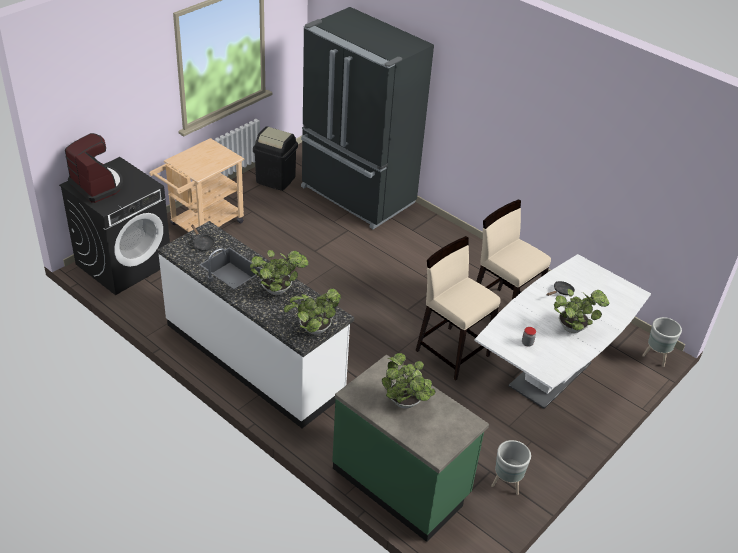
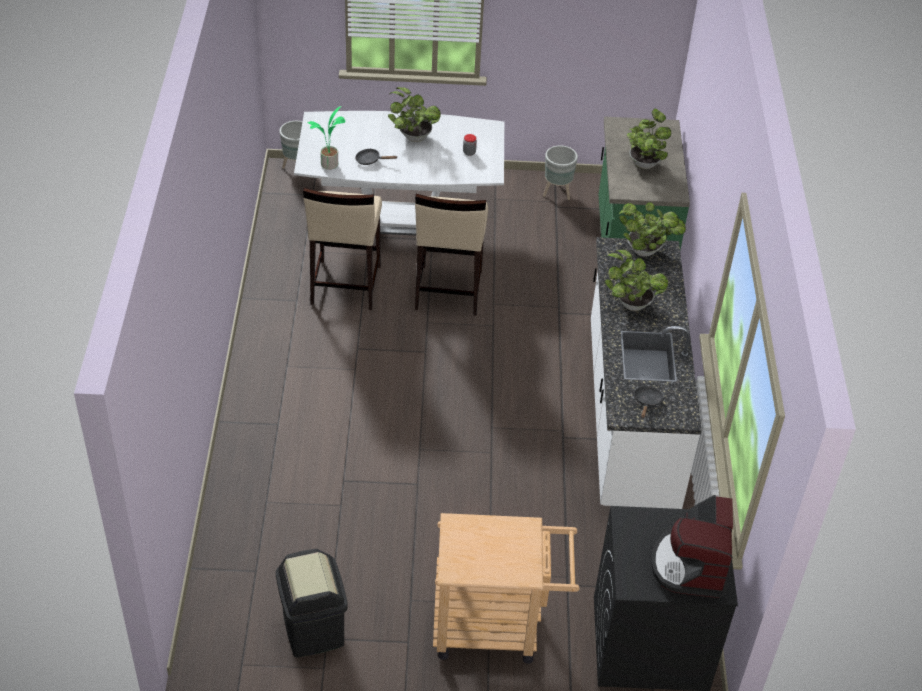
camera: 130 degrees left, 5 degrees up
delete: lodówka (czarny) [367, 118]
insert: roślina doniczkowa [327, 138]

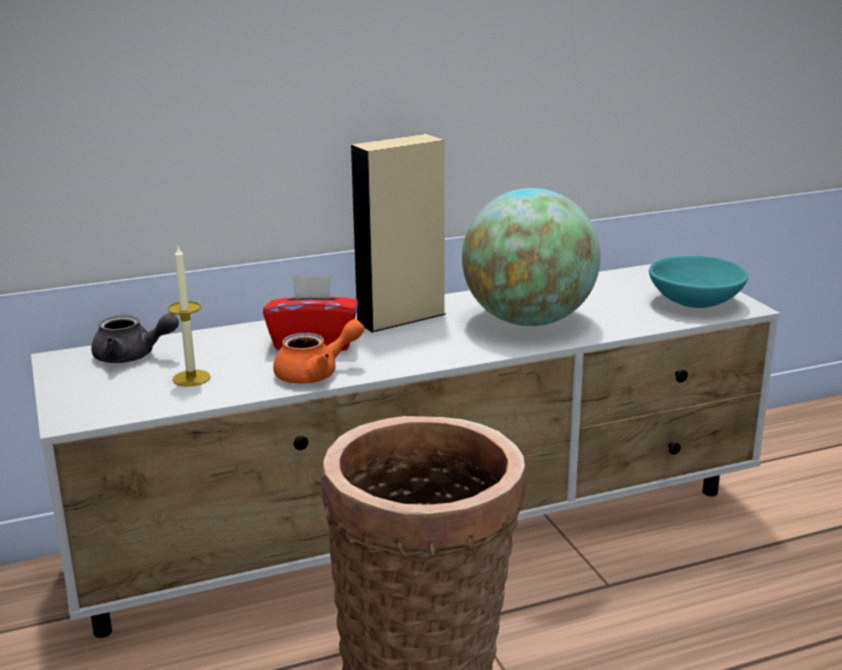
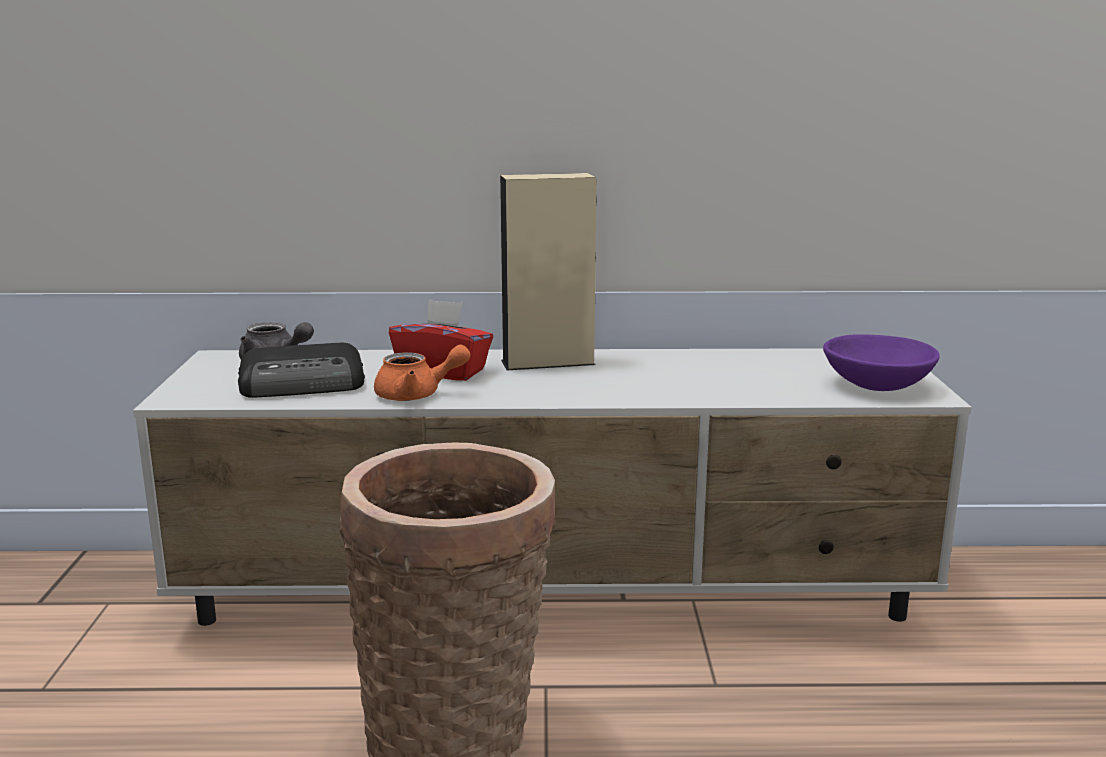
camera: 20 degrees right, 5 degrees down
delete: globus [531, 257]
replace: świeca [189, 316] to radio [301, 370]
recolor: miska (turkusowy) [698, 282] to miska (fioletowy) [881, 362]

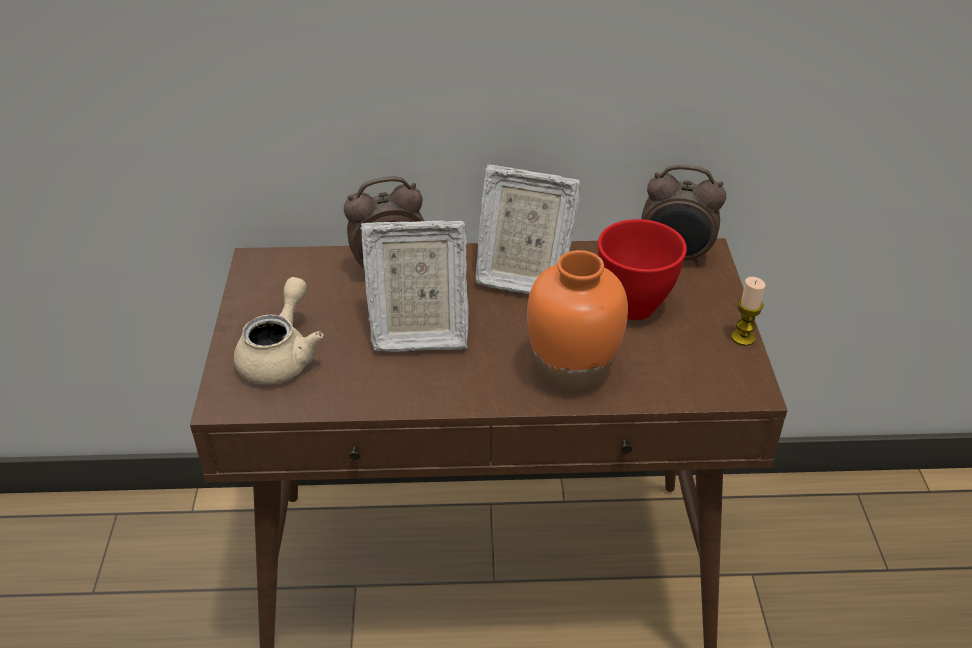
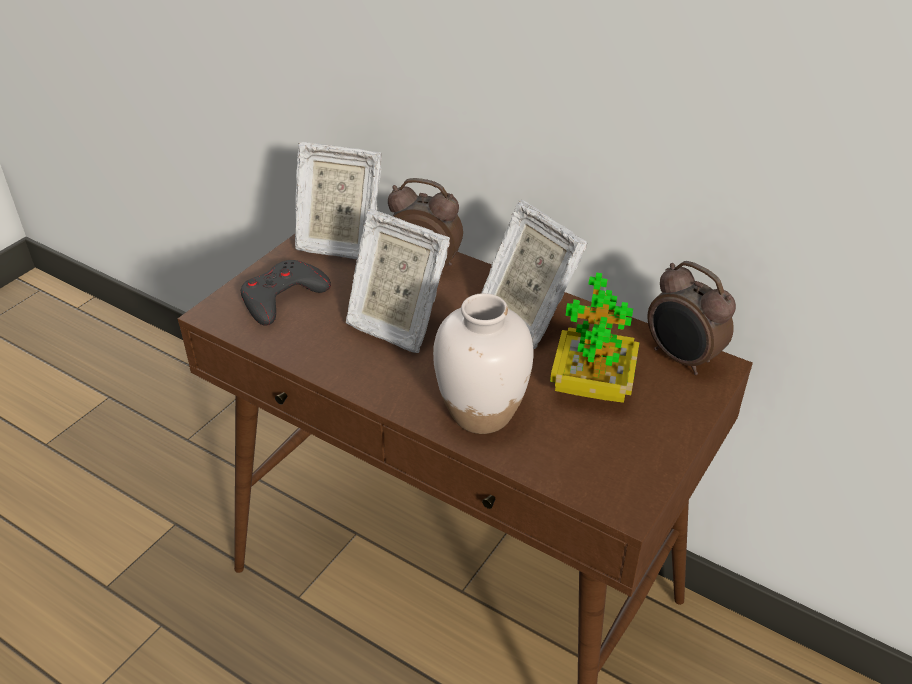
camera: 35 degrees right, 0 degrees up
delete: świeca [748, 311]
insert: ramka na zdjęcie [338, 200]
replace: imbryk (beżowy) [279, 331] to pad do gier (szary) [286, 293]; miska (czerwony) [642, 269] to roślina doniczkowa [595, 338]
recolor: wazon (pomarańczowy) [577, 321] to wazon (biały) [483, 363]

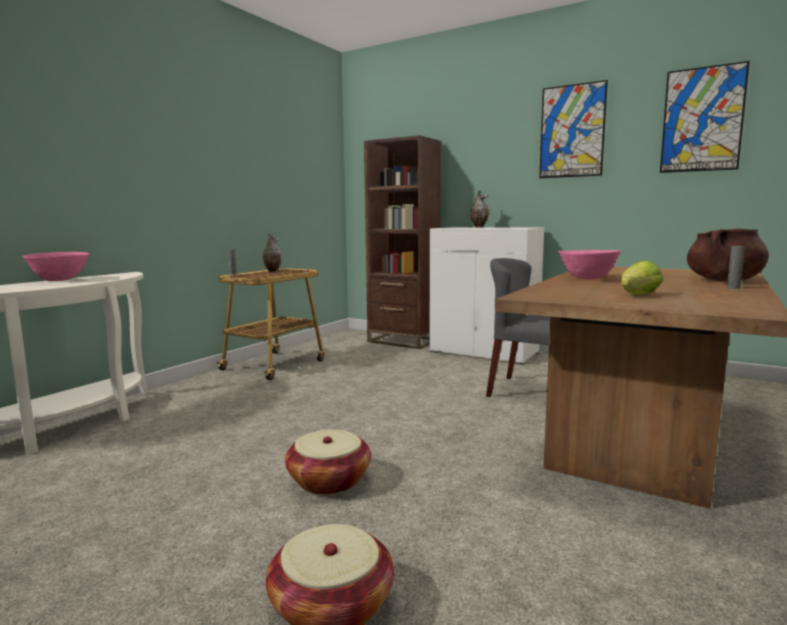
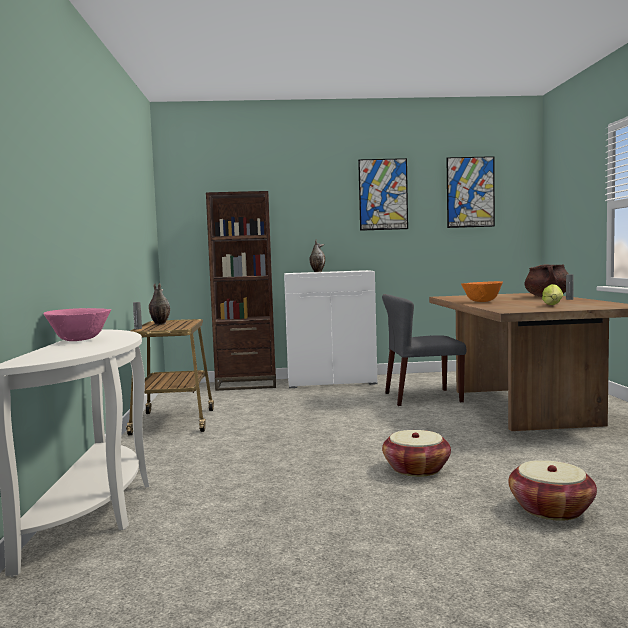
camera: 35 degrees left, 5 degrees down
recolor: miska (różowy) [589, 264] to miska (pomarańczowy) [482, 291]

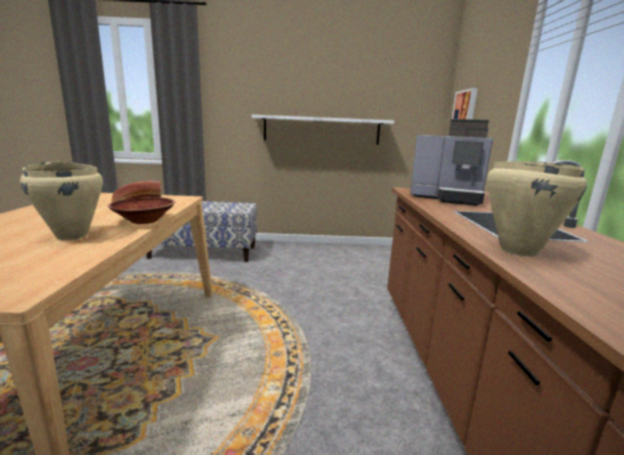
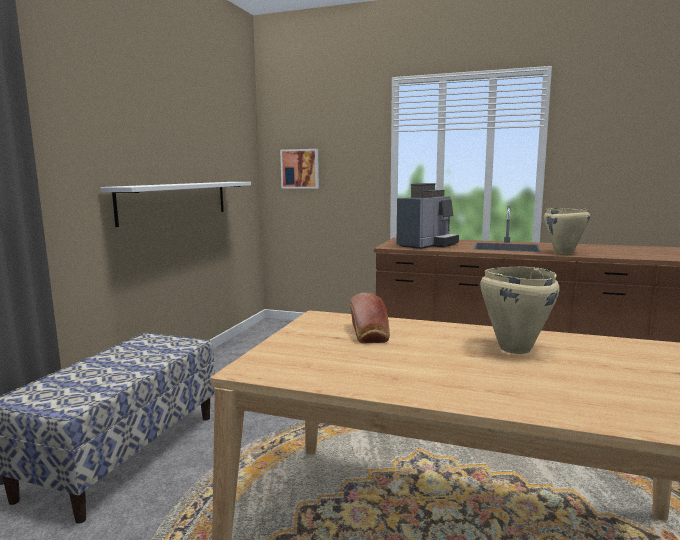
camera: 70 degrees left, 5 degrees down
delete: miska (brązowy) [141, 210]

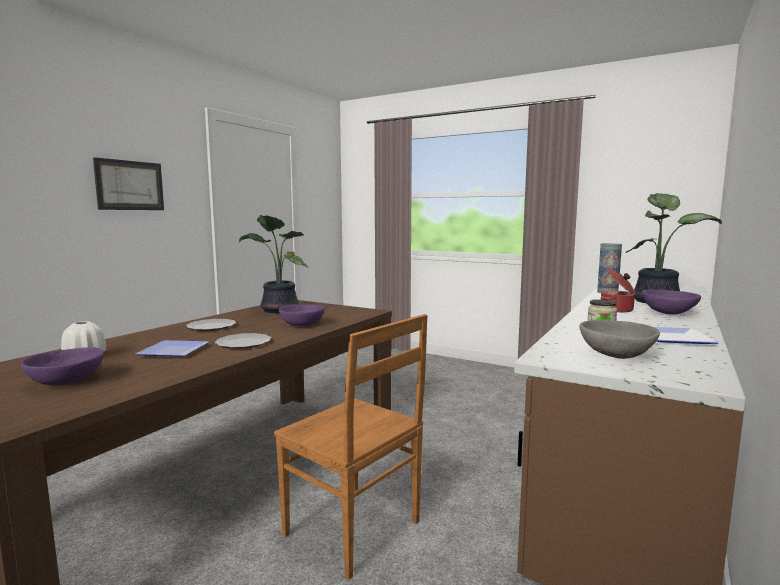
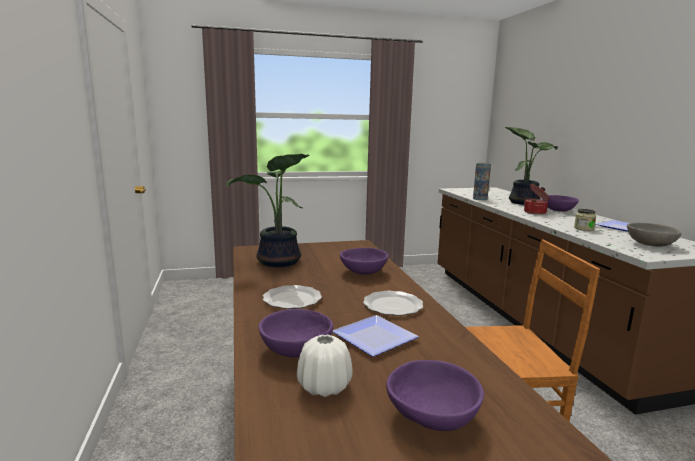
camera: 45 degrees left, 5 degrees up
delete: obraz [128, 183]
insert: miska (fioletowy) [296, 333]

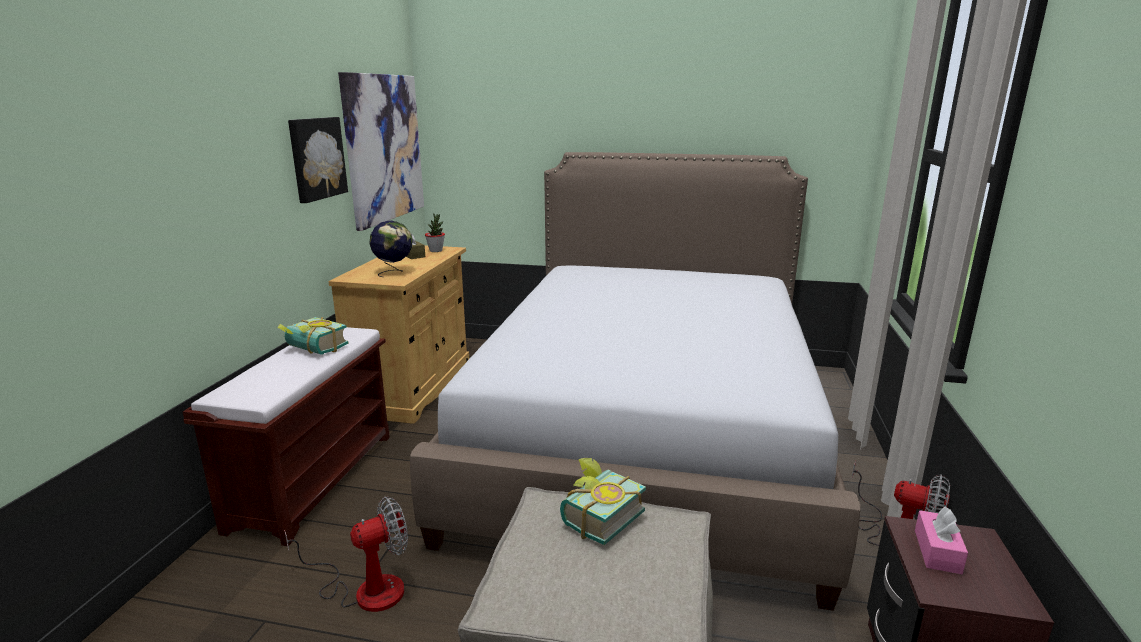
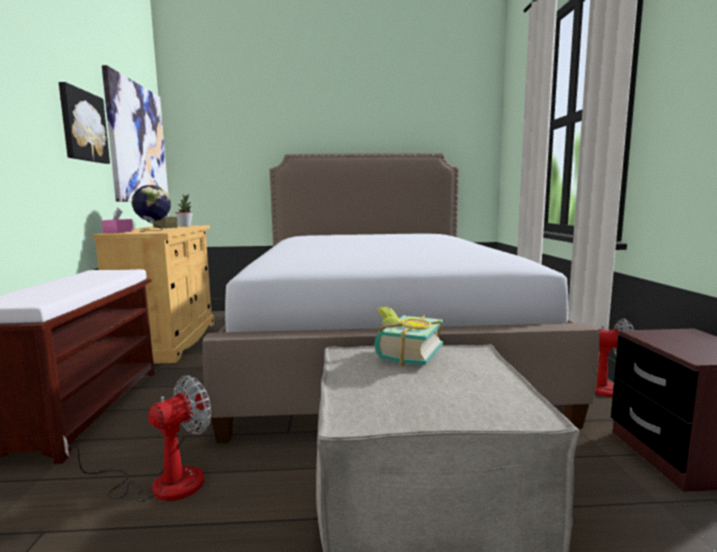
camera: 15 degrees left, 10 degrees down
delete: książka [313, 336]
move: pudełko chusteczek (różowy) [941, 540] to [117, 220]

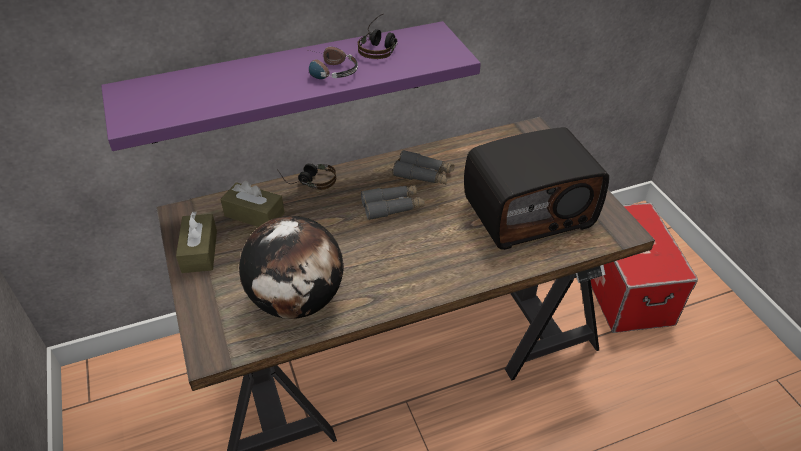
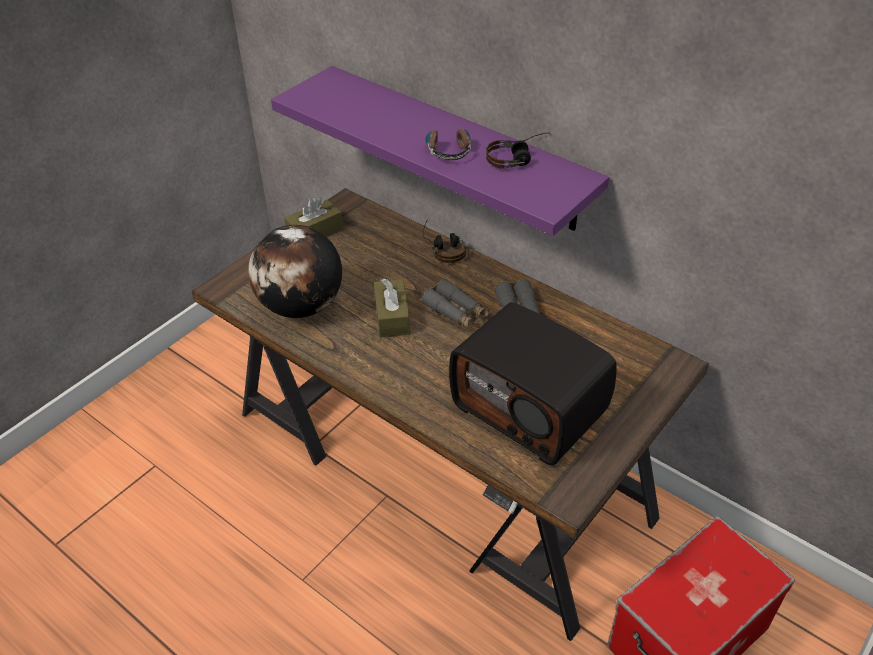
camera: 60 degrees right, 0 degrees up
move: pudełko chusteczek (brązowy) [252, 204] to [392, 308]

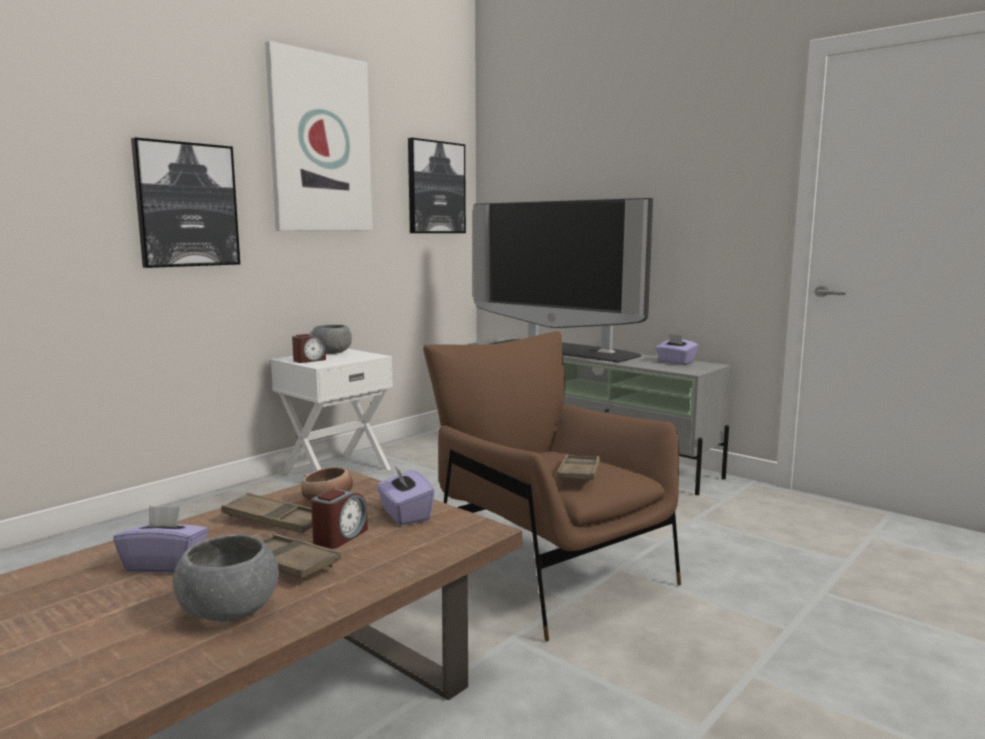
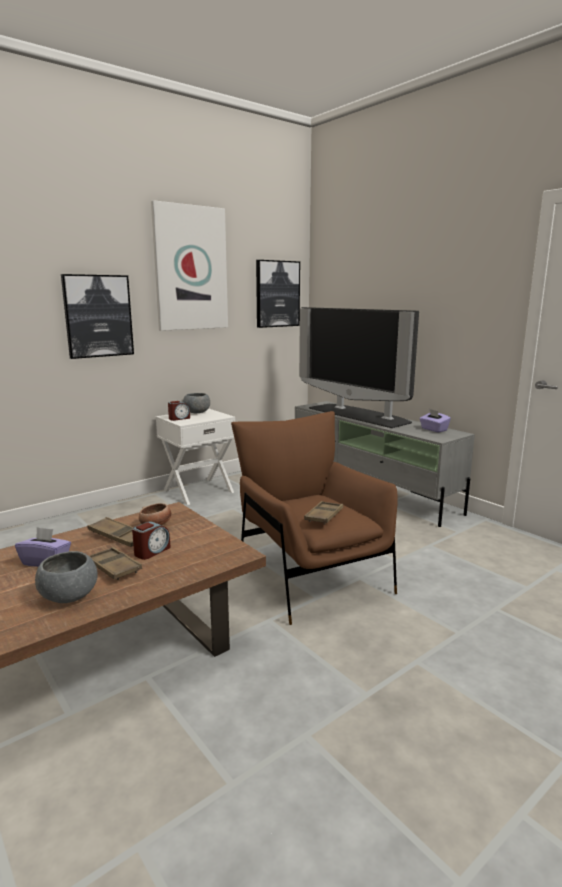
camera: 10 degrees right, 5 degrees up
delete: pudełko chusteczek (fioletowy) [406, 495]

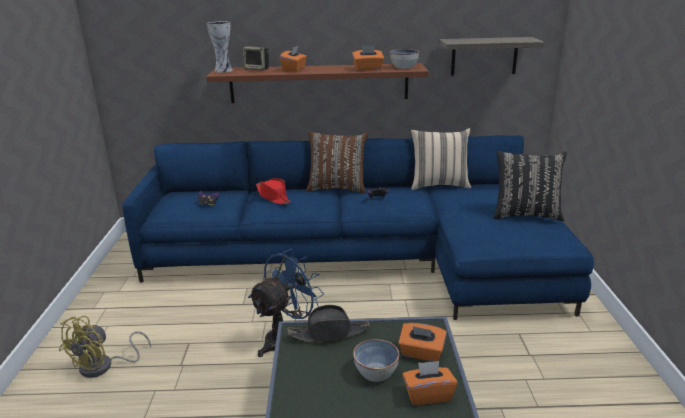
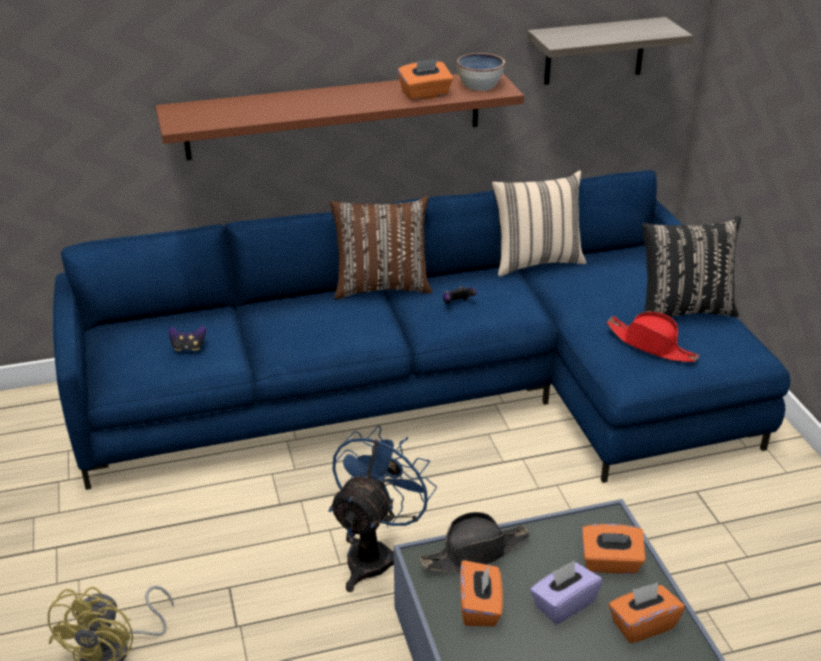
camera: 15 degrees left, 10 degrees up
delete: wazon [220, 47]; głośnik [256, 58]
move: kapelusz (czerwony) [273, 191] to [652, 336]; pudełko chusteczek (pomarańczowy) [293, 58] to [481, 593]
replace: miska [376, 360] to pudełko chusteczek (fioletowy) [566, 592]

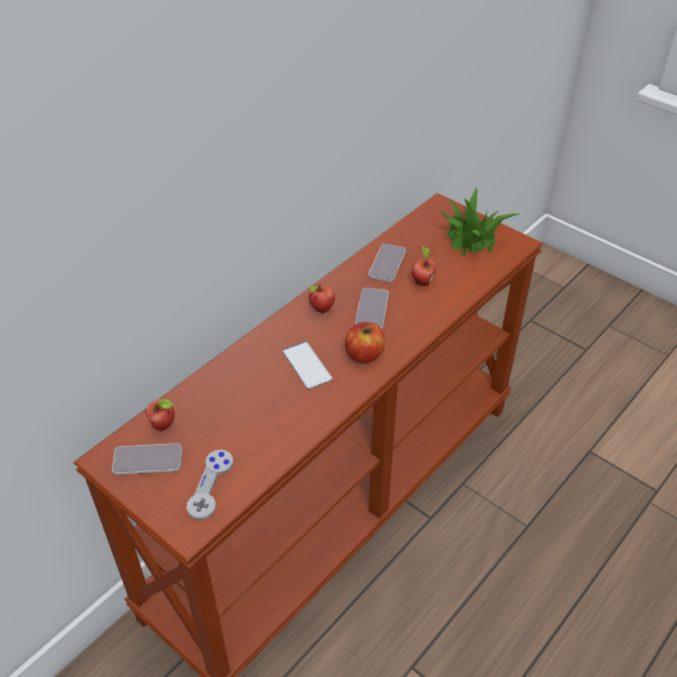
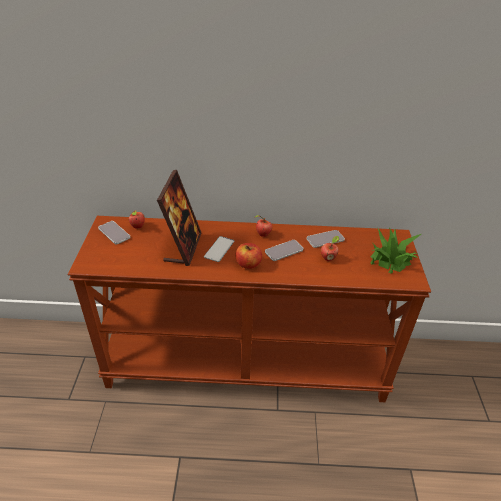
camera: 50 degrees right, 5 degrees down
delete: pad do gier (szary) [210, 485]
insert: ramka na zdjęcie [179, 218]

